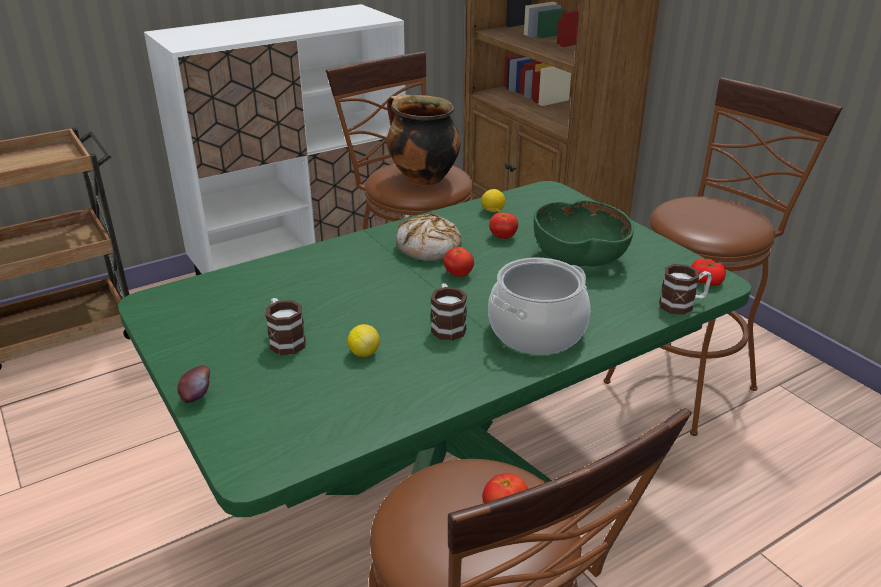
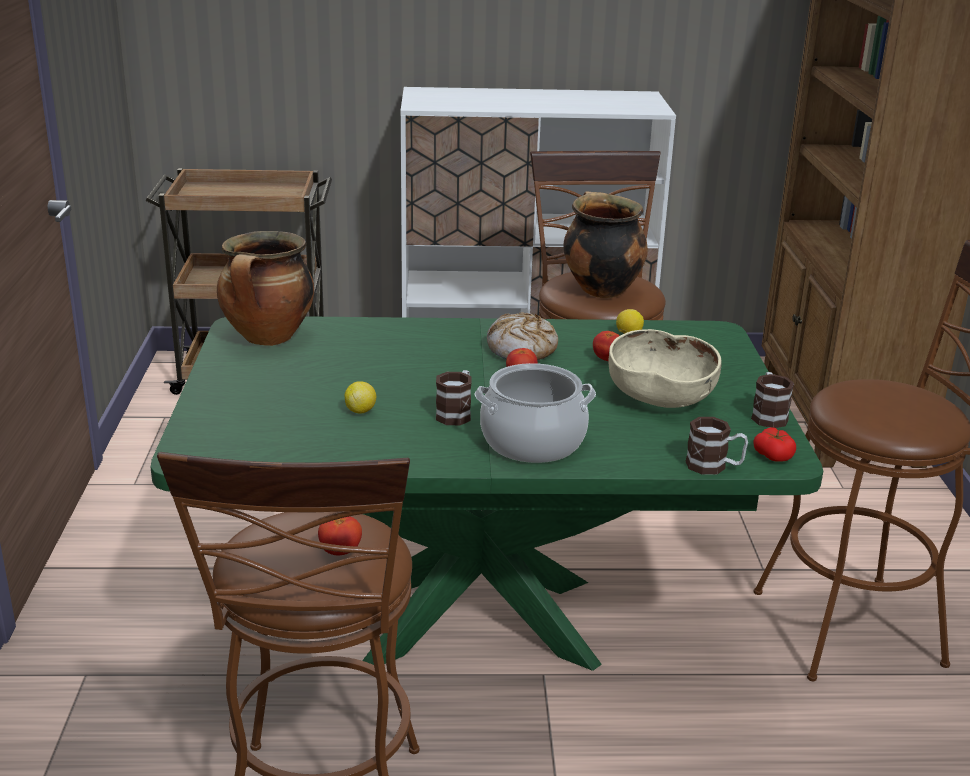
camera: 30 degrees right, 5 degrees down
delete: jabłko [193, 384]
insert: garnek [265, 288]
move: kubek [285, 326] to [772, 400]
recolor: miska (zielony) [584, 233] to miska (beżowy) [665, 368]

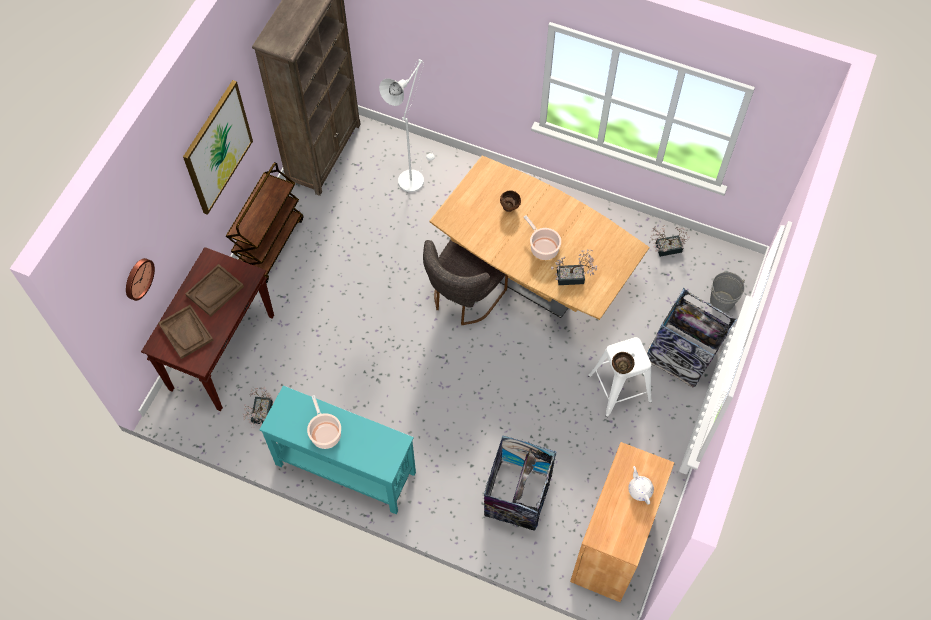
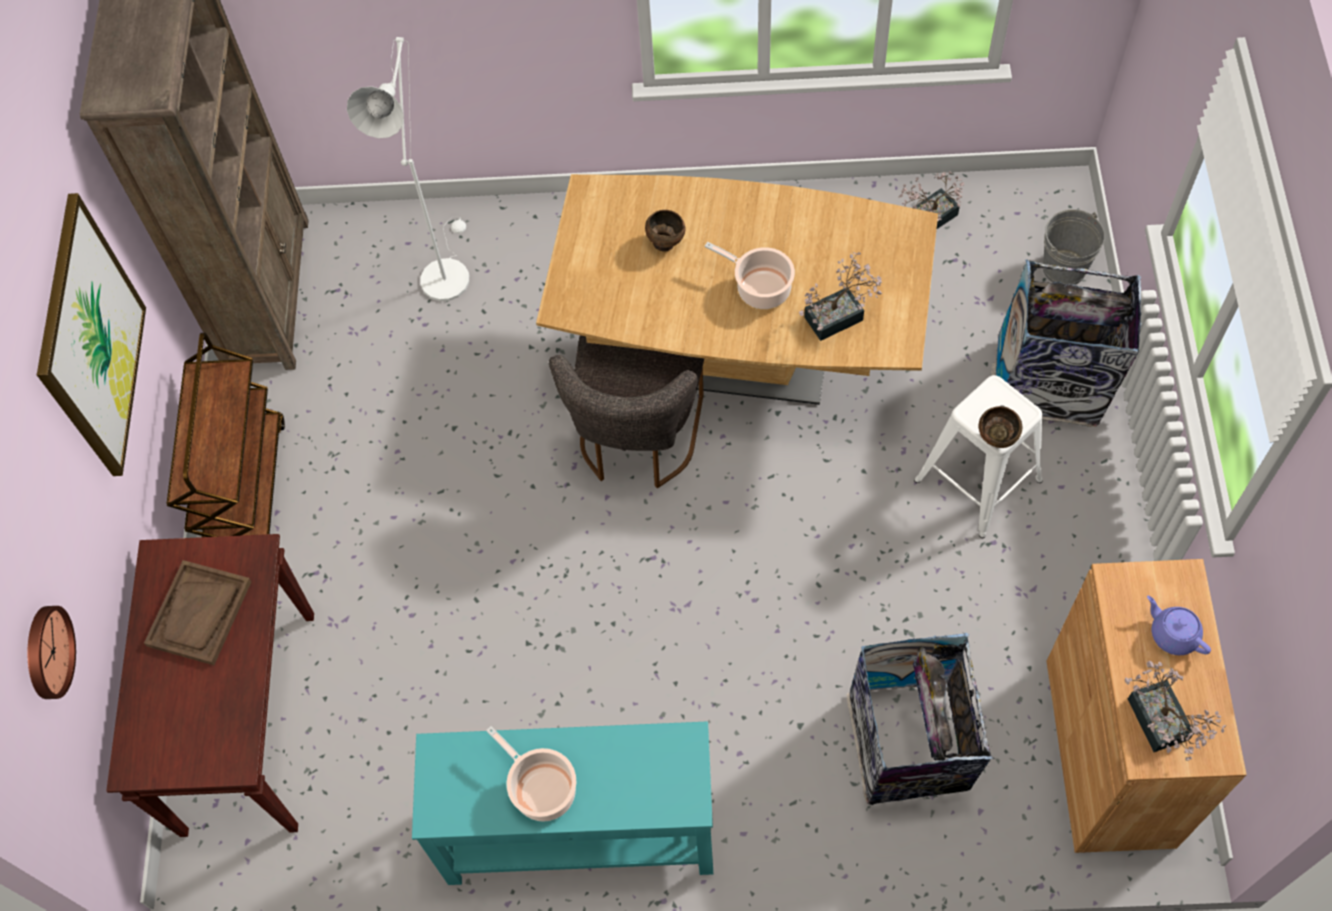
camera: 20 degrees left, 0 degrees up
delete: taca (brązowy) [185, 332]
move: roślina doniczkowa [257, 407] to [1175, 711]
recolor: imbryk (biały) [641, 485] to imbryk (fioletowy) [1179, 625]

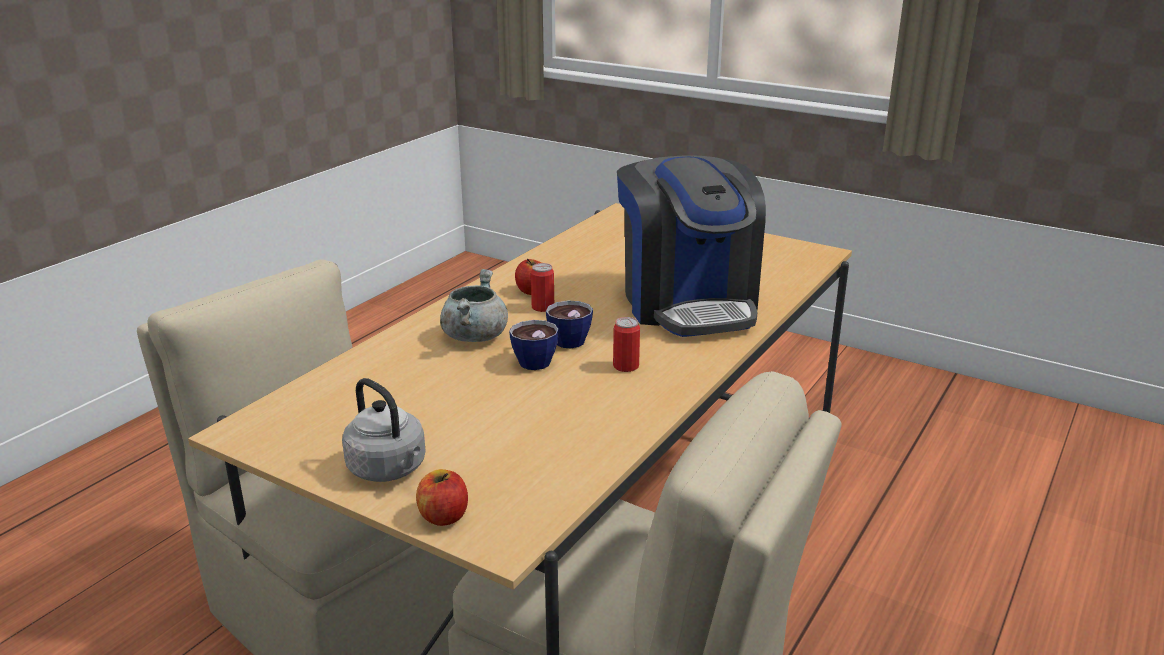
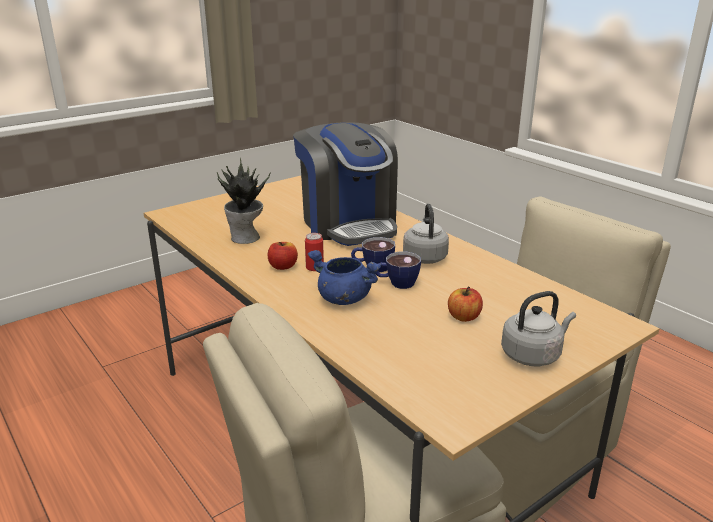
camera: 70 degrees left, 0 degrees up
insert: roślina doniczkowa [243, 201]
move: jabłko [442, 497] to [465, 304]
replace: puszka [626, 344] to czajnik (szary) [426, 234]
recolor: garnek (szary) [474, 305] to garnek (niebieski) [344, 277]
rotate: ekspres do kawy [691, 246] = [345, 184] 60 degrees clockwise

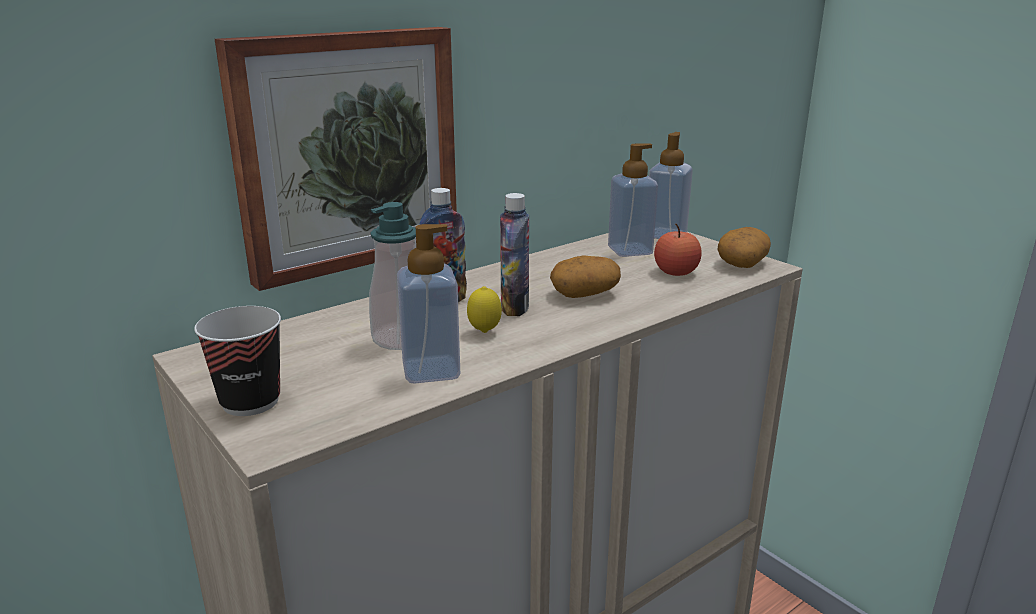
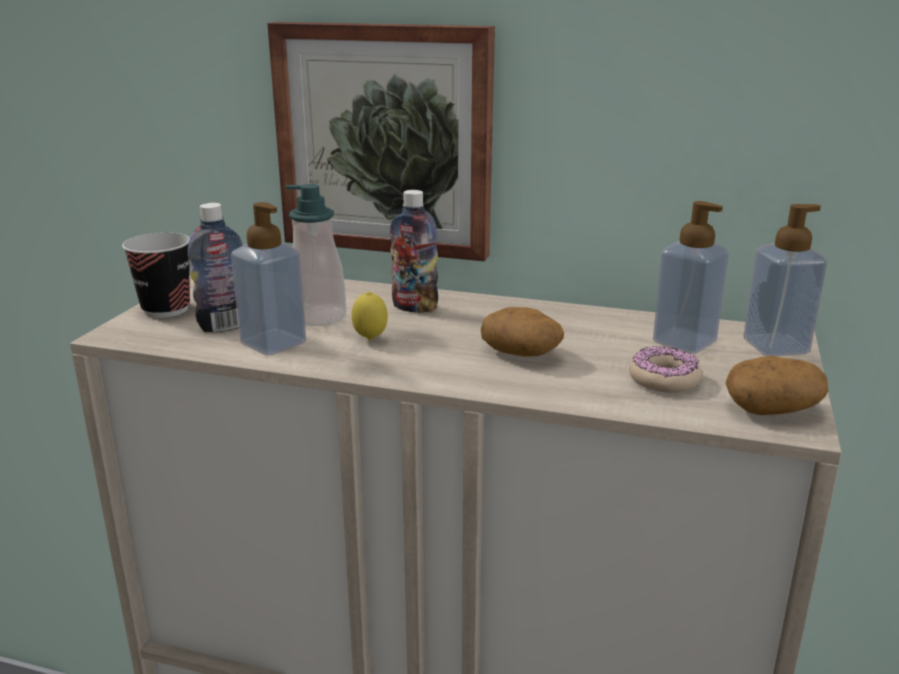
camera: 55 degrees right, 0 degrees up
move: butelka [514, 254] to [215, 267]
replace: jabłko [678, 250] to donut [665, 369]

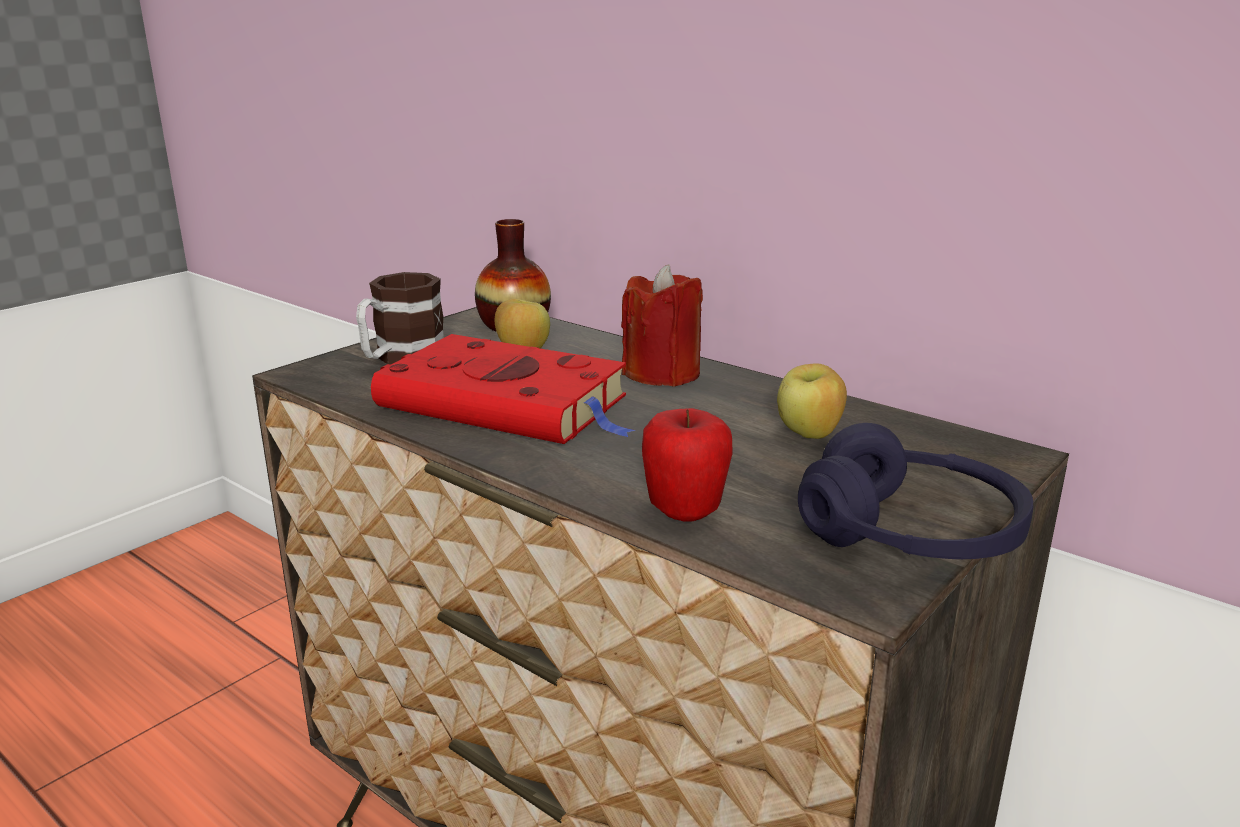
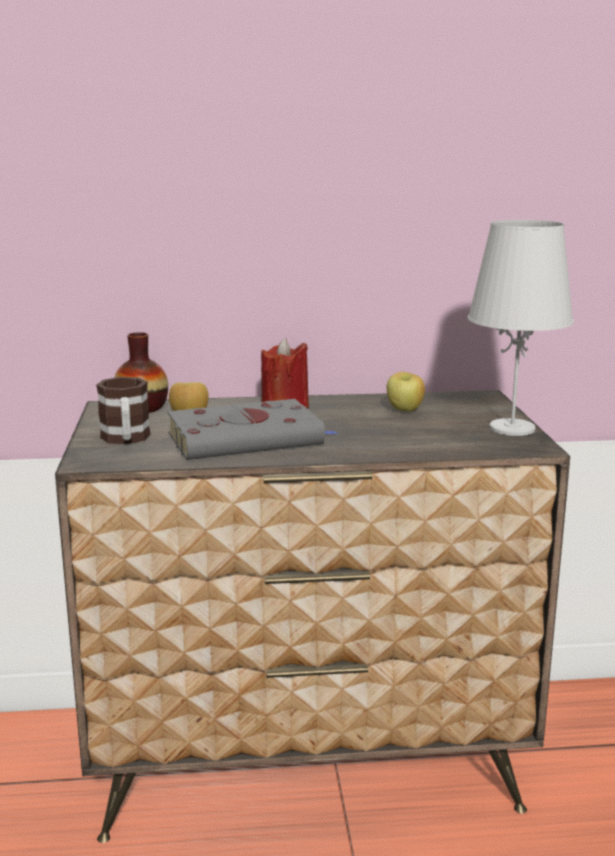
camera: 45 degrees left, 5 degrees down
delete: jabłko [687, 464]
replace: słuchawki (fioletowy) [915, 491] to lampa stołowa (biały) [520, 328]
recolor: książka (czerwony) [503, 389] to książka (szary) [253, 429]

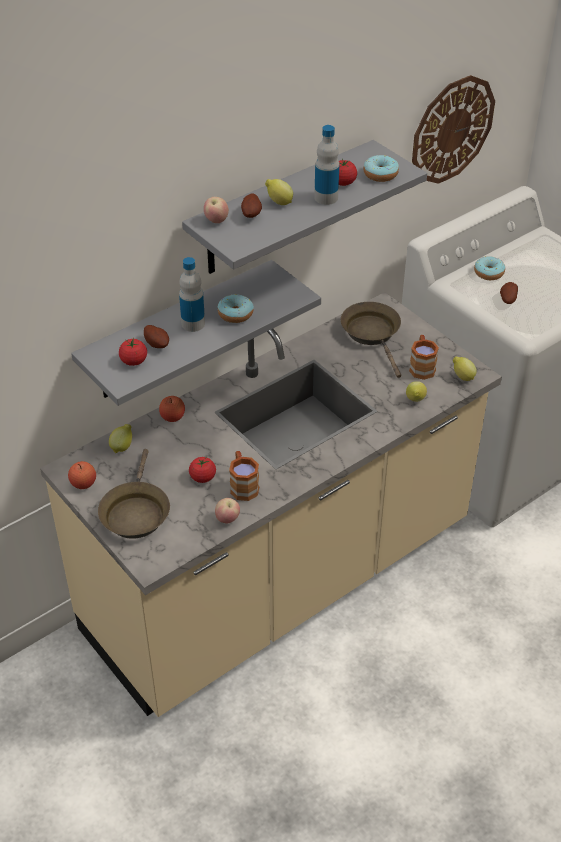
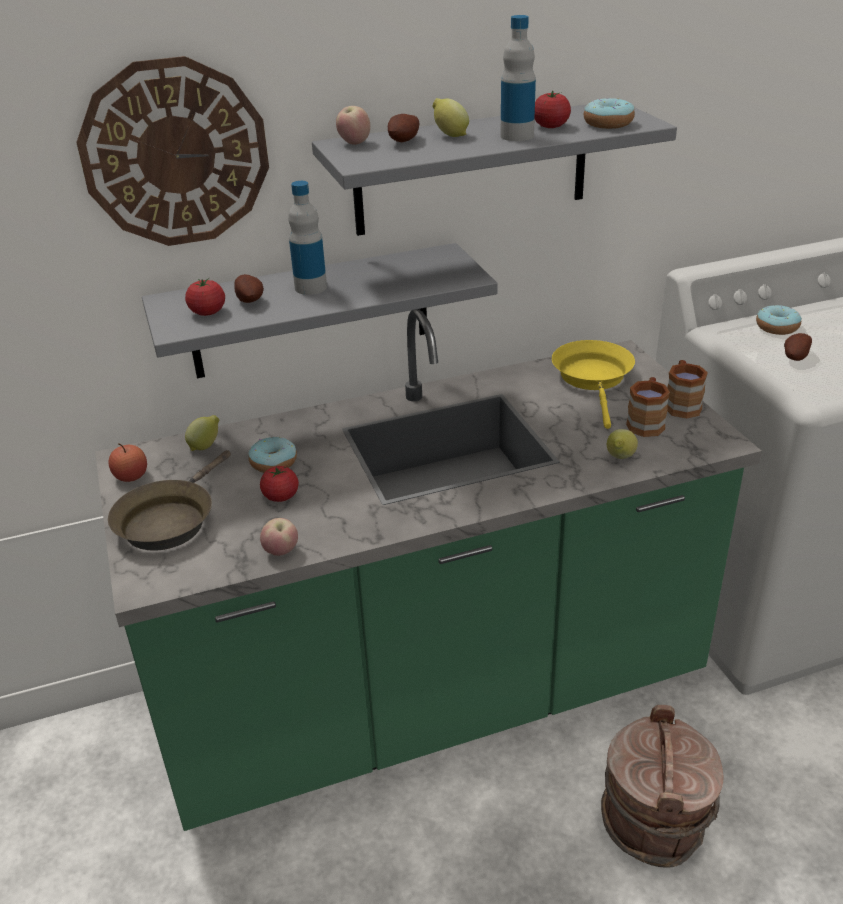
camera: 20 degrees right, 10 degrees down
delete: jabłko [172, 409]; cytryna [465, 368]
insert: wiadro (brązowy) [662, 786]
move: donut [236, 308] to [272, 454]; kubek (brązowy) [244, 476] to [687, 389]; zegar ścienny [453, 129] to [172, 151]
recolor: zabudowa kuchenna (beżowy) [271, 504] to zabudowa kuchenna (zielony) [428, 570]; patelnia (brązowy) [371, 340] to patelnia (żółty) [593, 384]

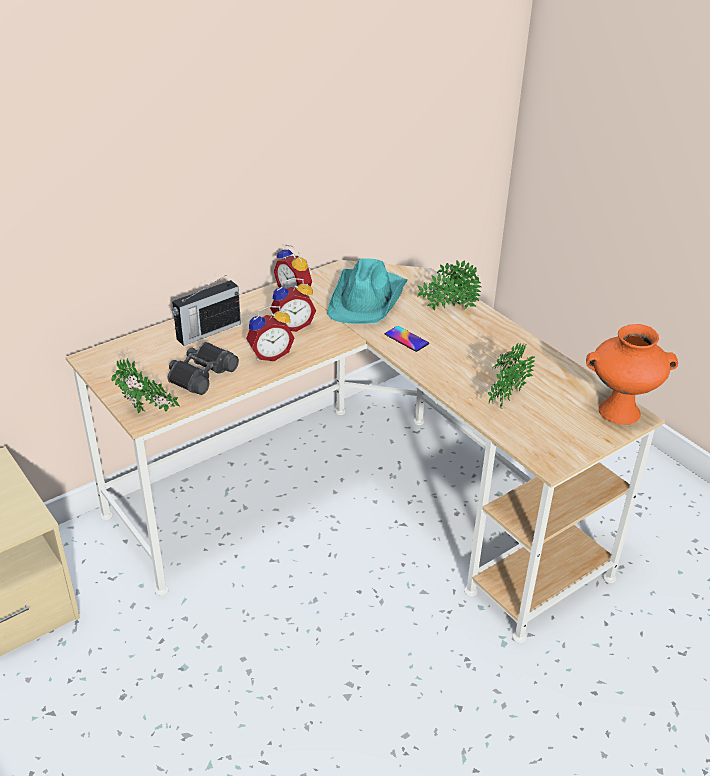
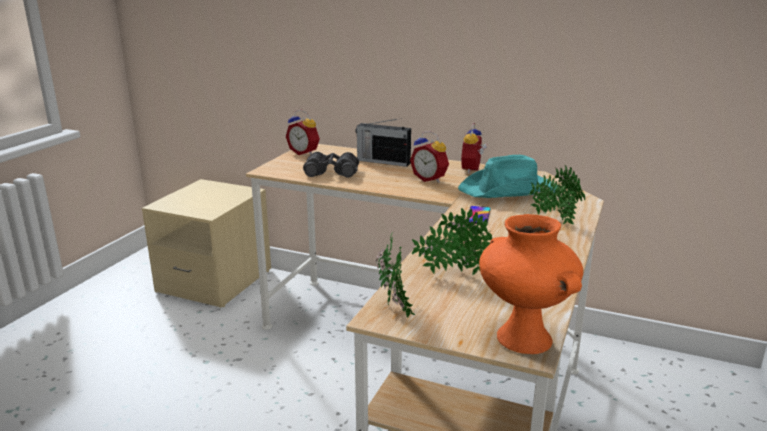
camera: 60 degrees right, 15 degrees down
move: roślina doniczkowa [145, 385] to [395, 274]; budzik [270, 333] to [303, 132]

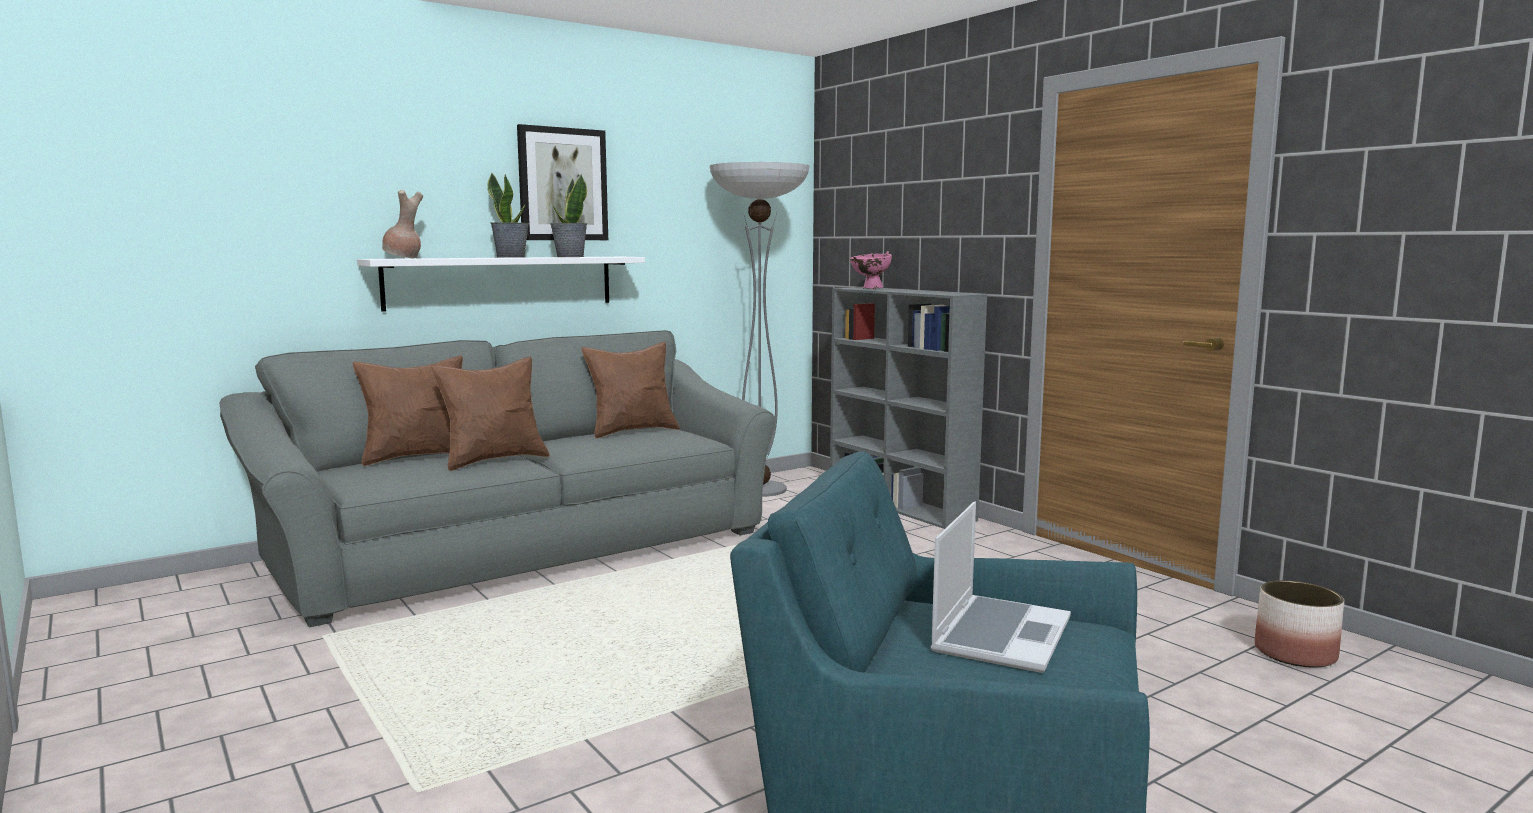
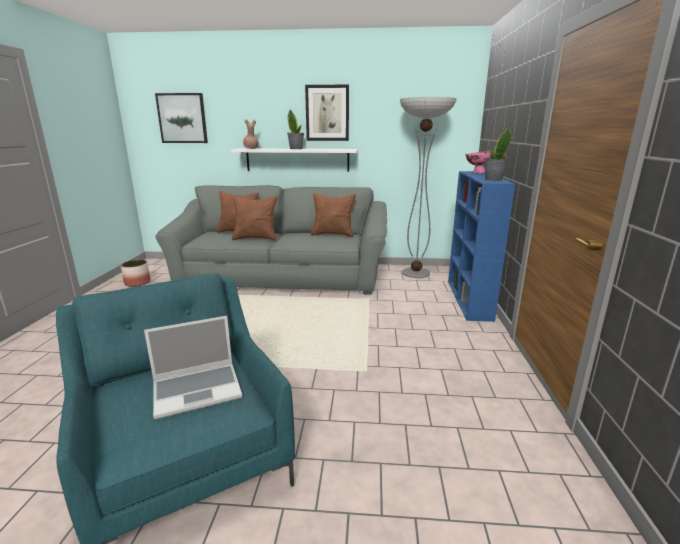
camera: 40 degrees right, 10 degrees up
insert: obraz [181, 118]
move: roślina doniczkowa [568, 215] to [497, 153]; donica [1299, 624] to [136, 273]
recolor: regał (szary) [908, 408] to regał (niebieski) [481, 246]

